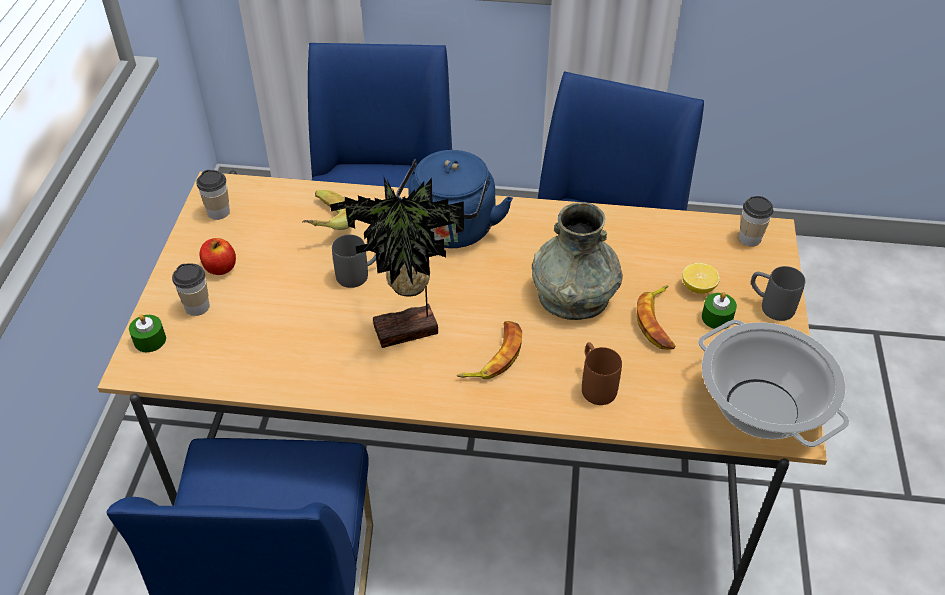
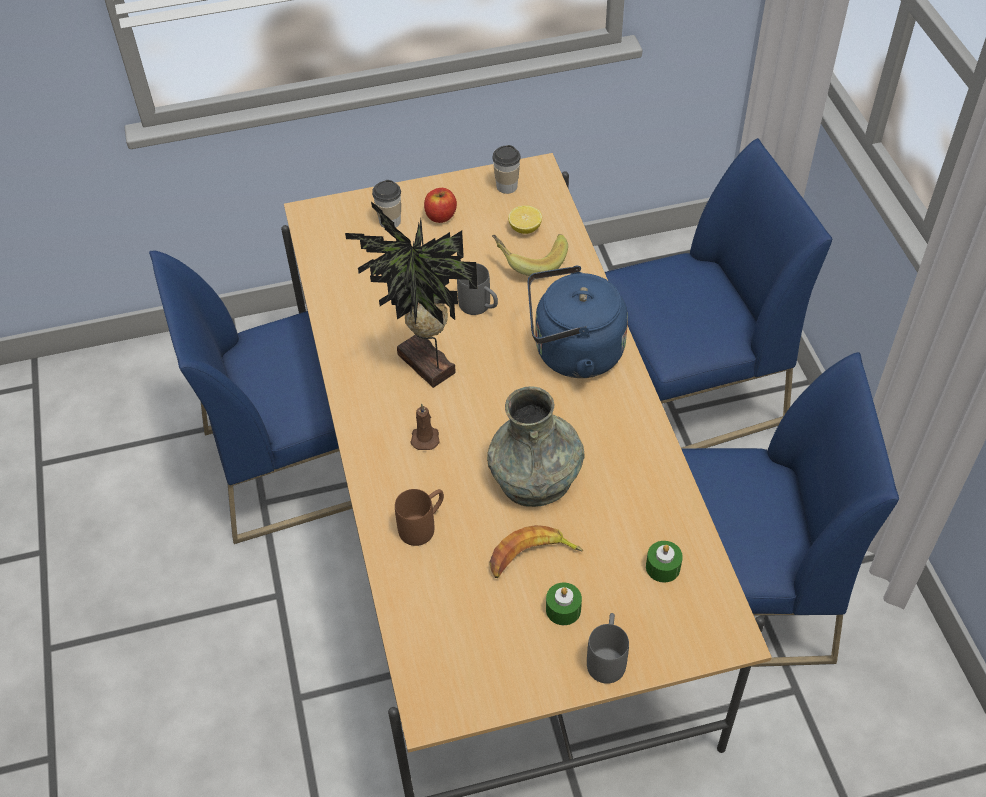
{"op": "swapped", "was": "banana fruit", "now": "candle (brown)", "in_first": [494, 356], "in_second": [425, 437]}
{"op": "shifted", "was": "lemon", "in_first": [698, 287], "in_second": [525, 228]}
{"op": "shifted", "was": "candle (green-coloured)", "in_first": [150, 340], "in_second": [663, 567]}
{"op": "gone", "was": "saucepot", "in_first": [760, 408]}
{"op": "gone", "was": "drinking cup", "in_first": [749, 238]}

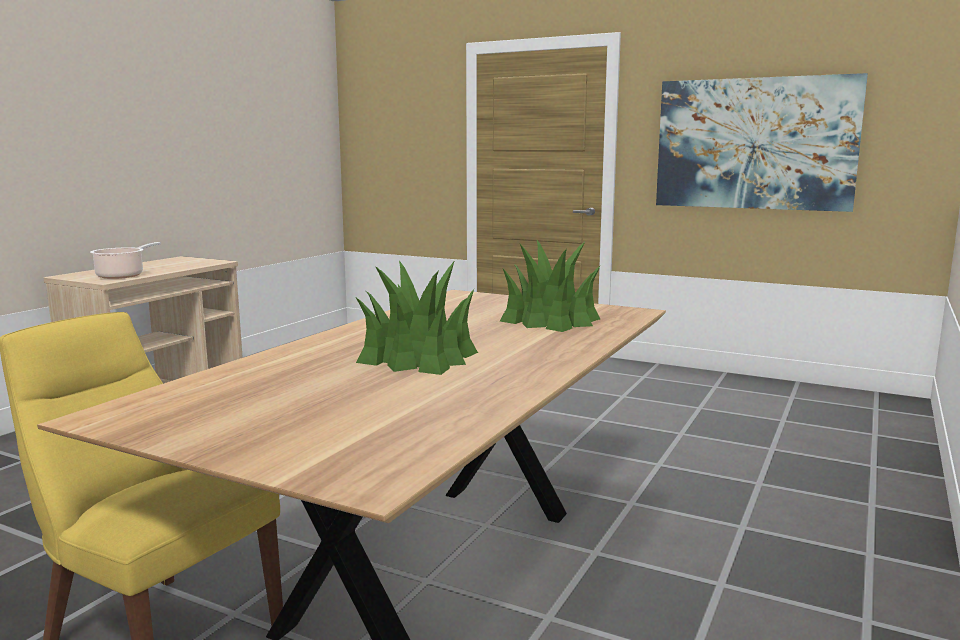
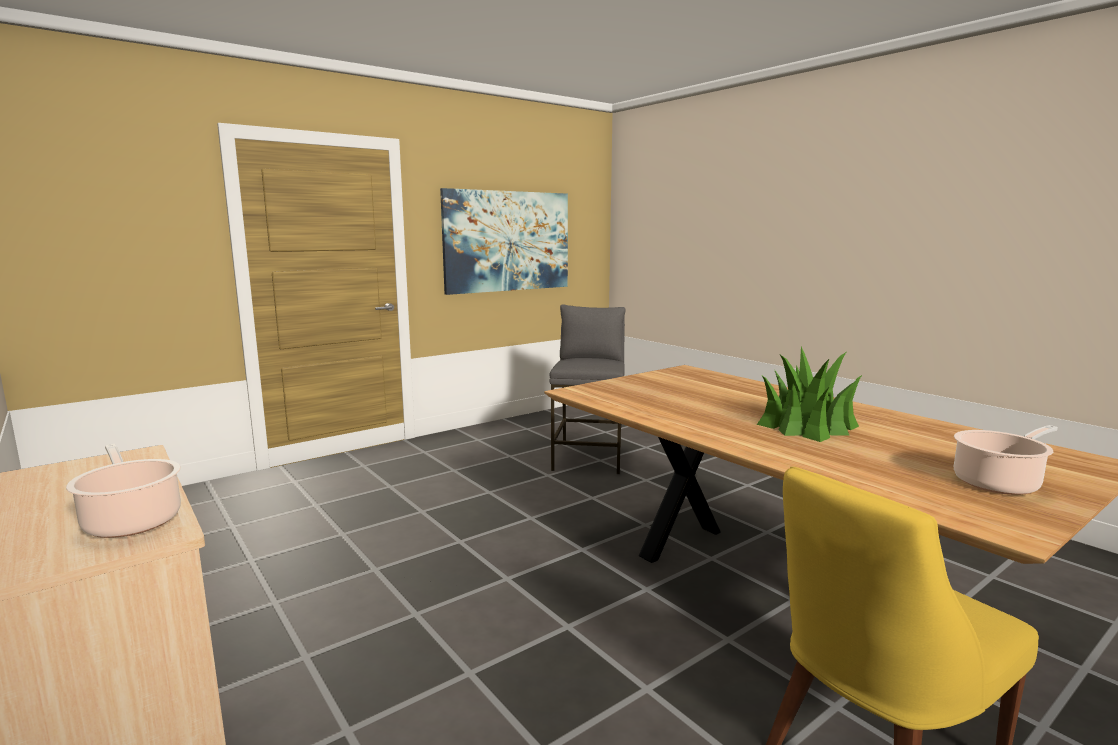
{"op": "new", "now": "sitting stool (grey)", "in_second": [589, 457]}
{"op": "new", "now": "saucepot", "in_second": [998, 482]}
{"op": "gone", "was": "potted plant", "in_first": [550, 320]}

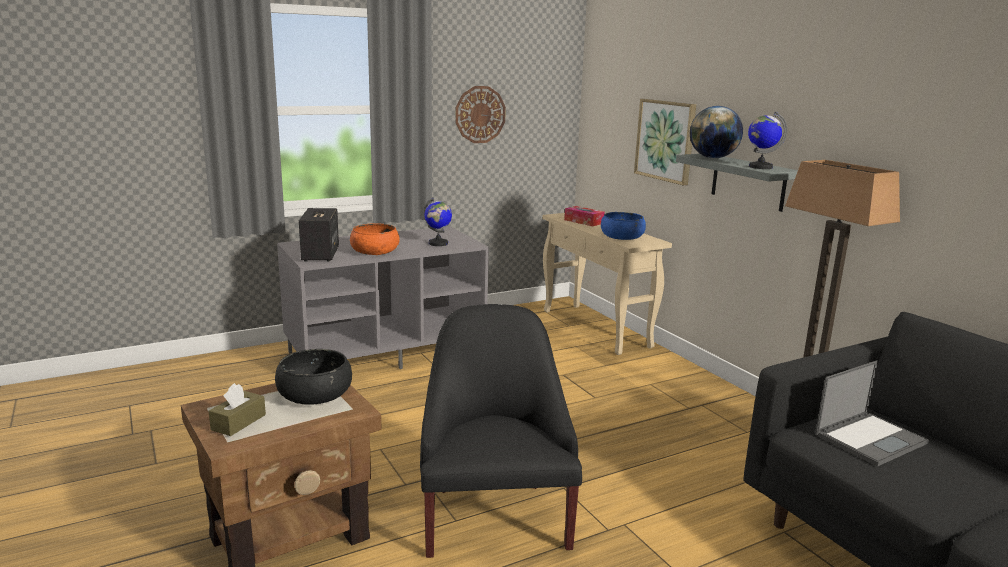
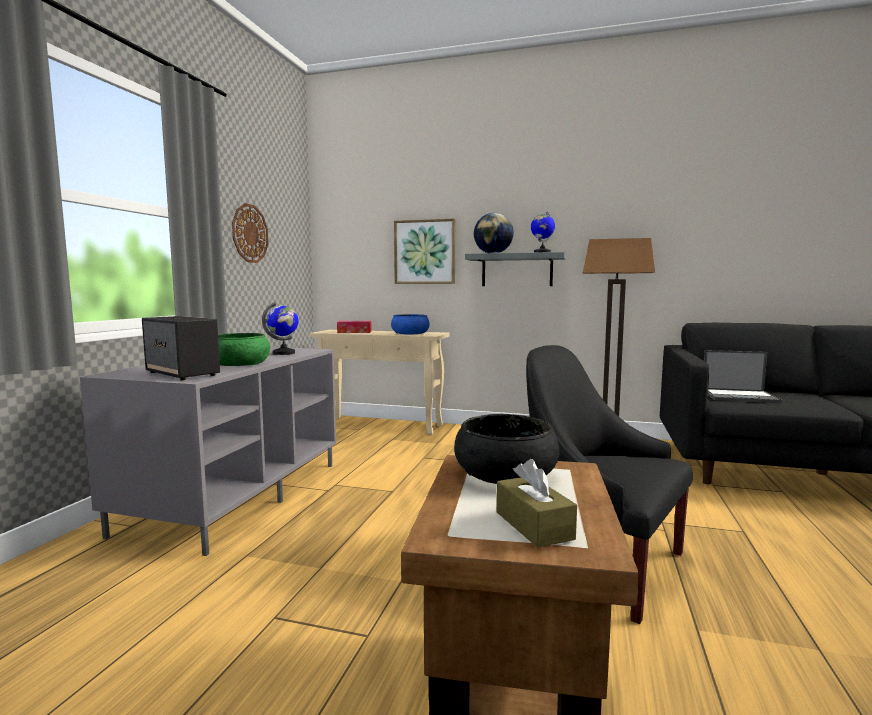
{"op": "repainted", "was": "bowl (orange)", "now": "bowl (green-coloured)", "in_first": [375, 251], "in_second": [239, 364]}
{"op": "rotated", "was": "portable computer", "in_first": [871, 438], "in_second": [740, 396], "clockwise": 90}

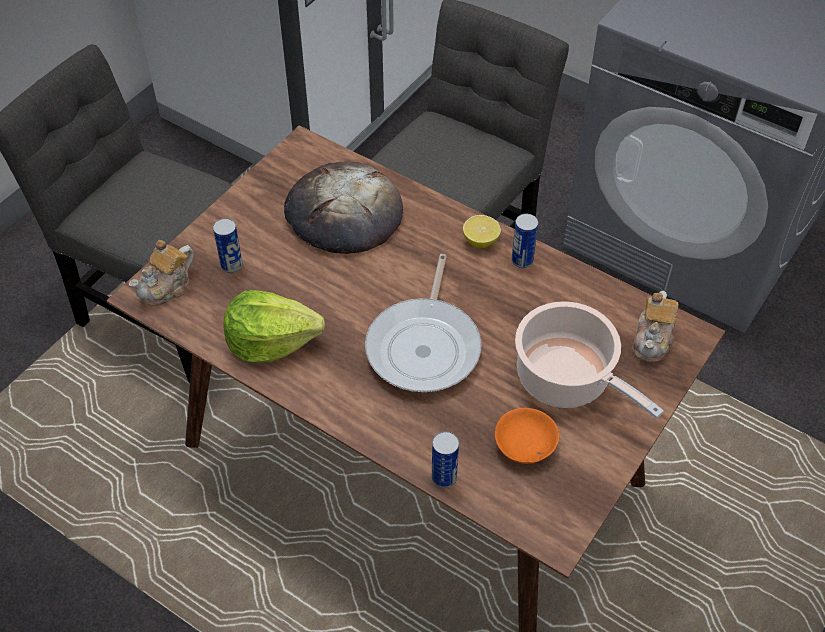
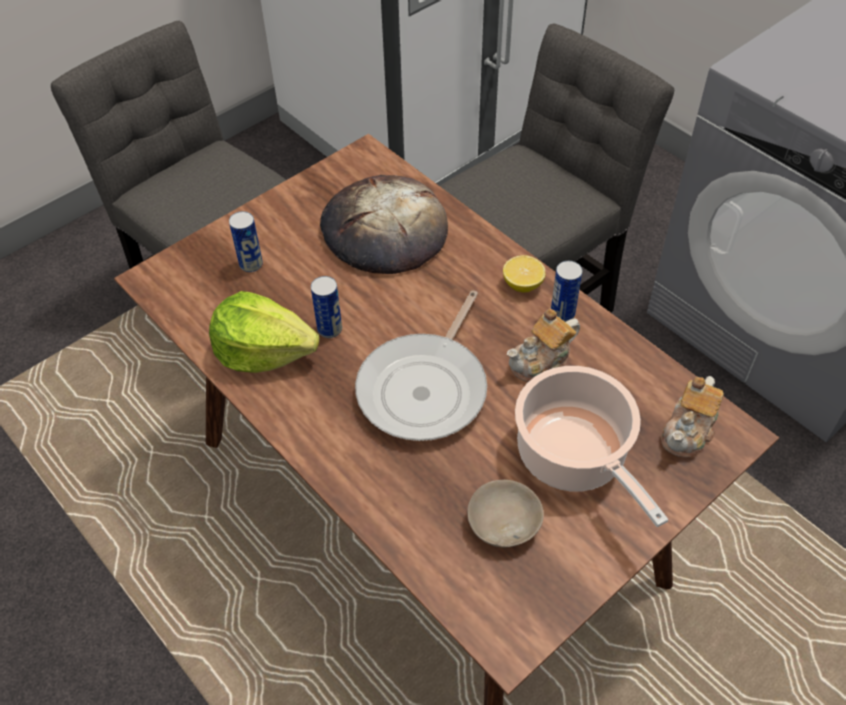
{"op": "shifted", "was": "sealed can", "in_first": [444, 477], "in_second": [329, 329]}
{"op": "repainted", "was": "bowl (orange)", "now": "bowl (beige-coloured)", "in_first": [525, 443], "in_second": [504, 521]}
{"op": "shifted", "was": "pot for tea", "in_first": [167, 287], "in_second": [541, 362]}

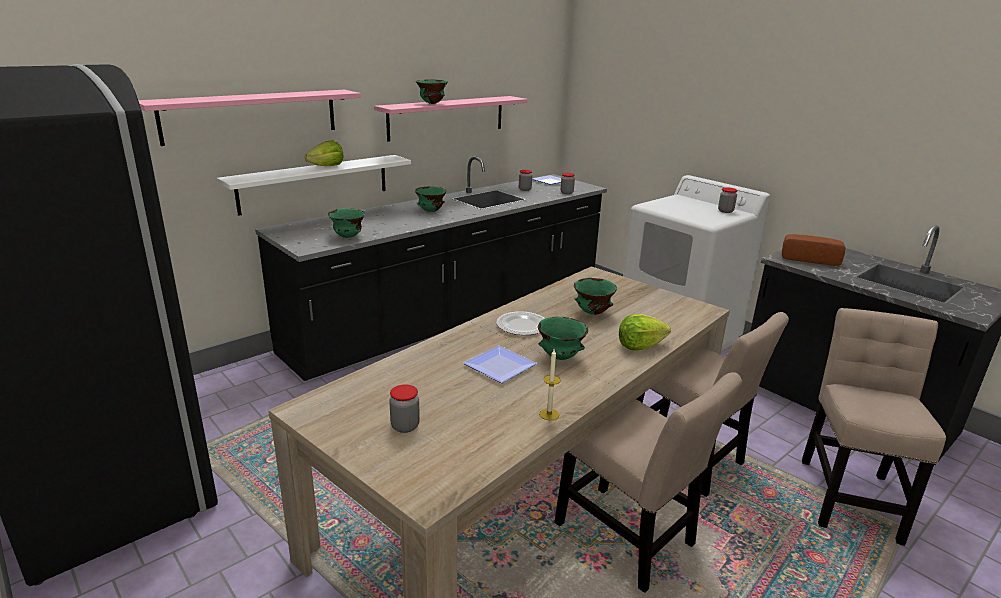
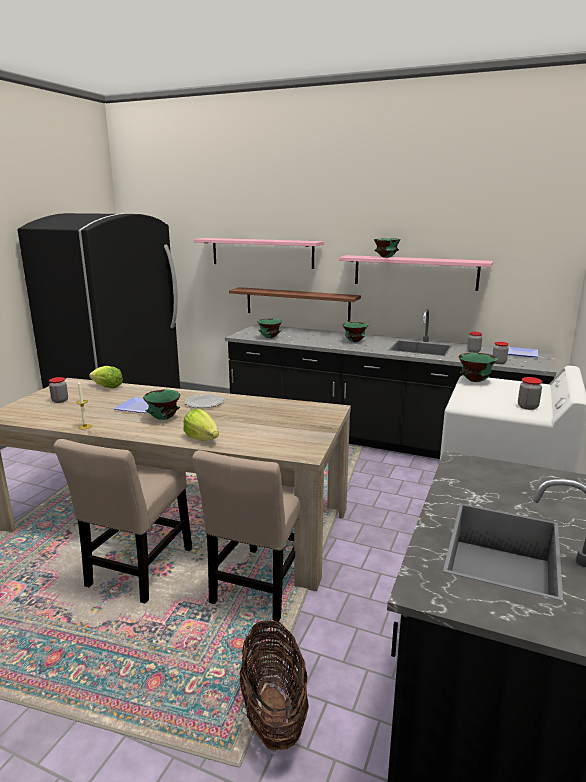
{"op": "shifted", "was": "lettuce head", "in_first": [327, 166], "in_second": [107, 387]}
{"op": "repainted", "was": "shelf (white-coloured)", "now": "shelf (brown)", "in_first": [315, 183], "in_second": [297, 304]}
{"op": "swapped", "was": "plain chair (beige-coloured)", "now": "storage basket", "in_first": [849, 495], "in_second": [273, 711]}
{"op": "shifted", "was": "bowl (green-coloured)", "in_first": [592, 313], "in_second": [474, 381]}
{"op": "gone", "was": "baked bread", "in_first": [809, 259]}

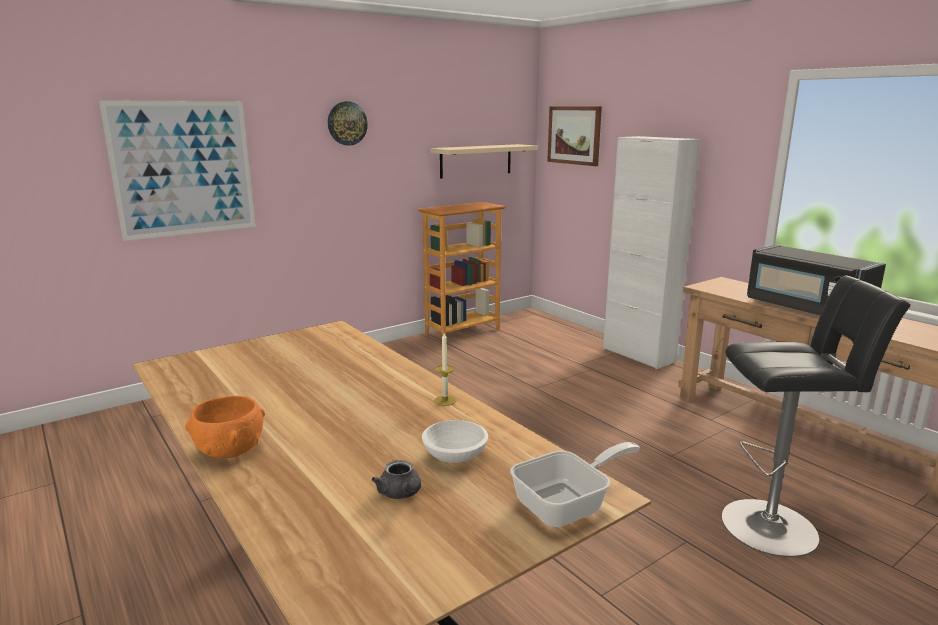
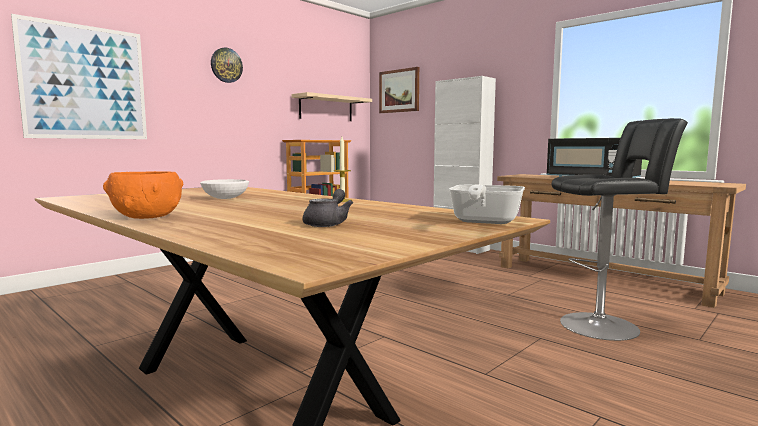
{"op": "shifted", "was": "bowl (white-coloured)", "in_first": [455, 456], "in_second": [226, 198]}
{"op": "rotated", "was": "pot for tea (grey)", "in_first": [401, 494], "in_second": [328, 224], "clockwise": -120}
{"op": "rotated", "was": "pan", "in_first": [569, 505], "in_second": [483, 222], "clockwise": 150}

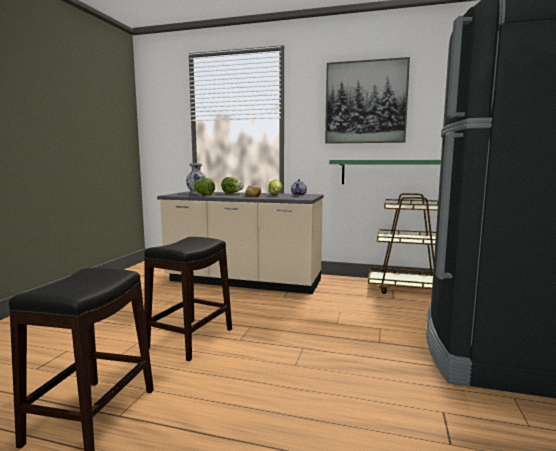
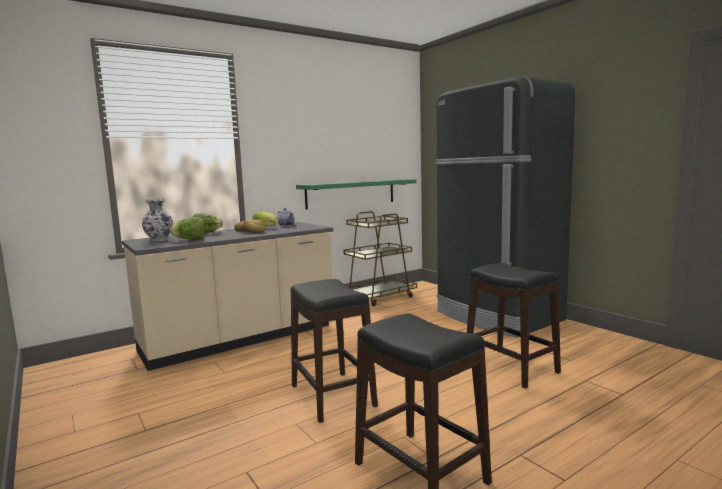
{"op": "new", "now": "sitting stool (black)", "in_second": [511, 367]}
{"op": "gone", "was": "picture", "in_first": [365, 102]}

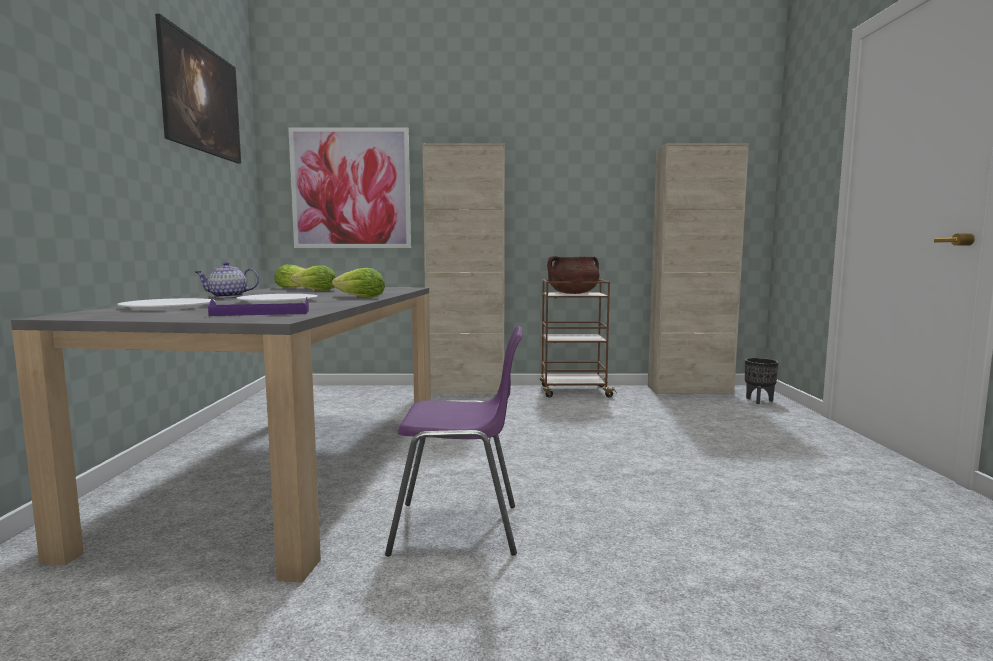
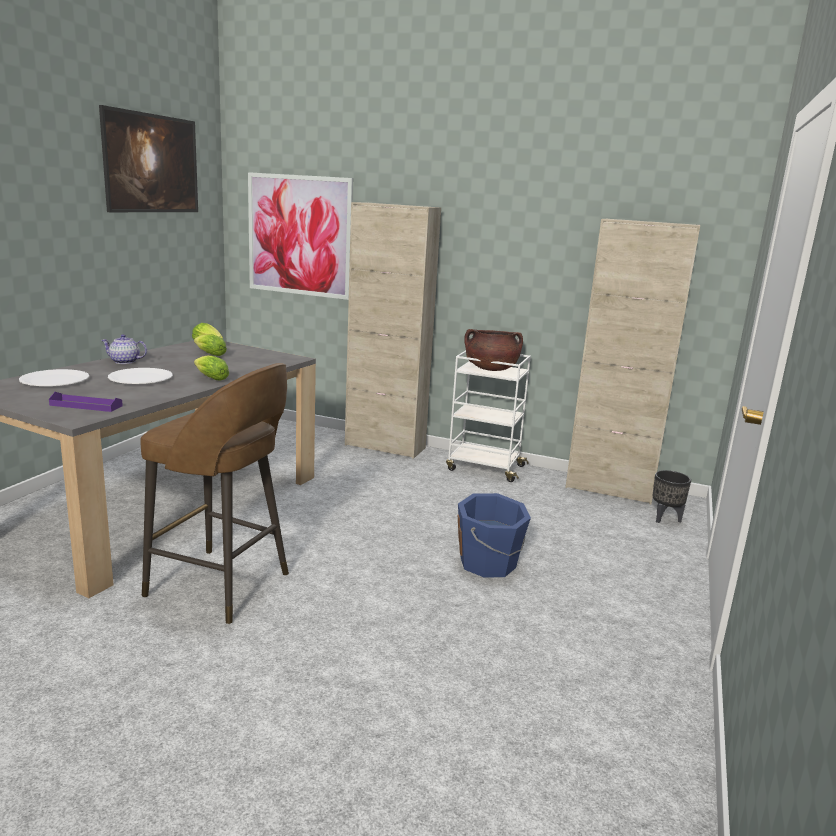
{"op": "swapped", "was": "plain chair (purple)", "now": "sitting stool (brown)", "in_first": [460, 529], "in_second": [222, 586]}
{"op": "repainted", "was": "cart (brown)", "now": "cart (white-coloured)", "in_first": [573, 392], "in_second": [484, 468]}
{"op": "new", "now": "water bucket (blue)", "in_second": [489, 563]}

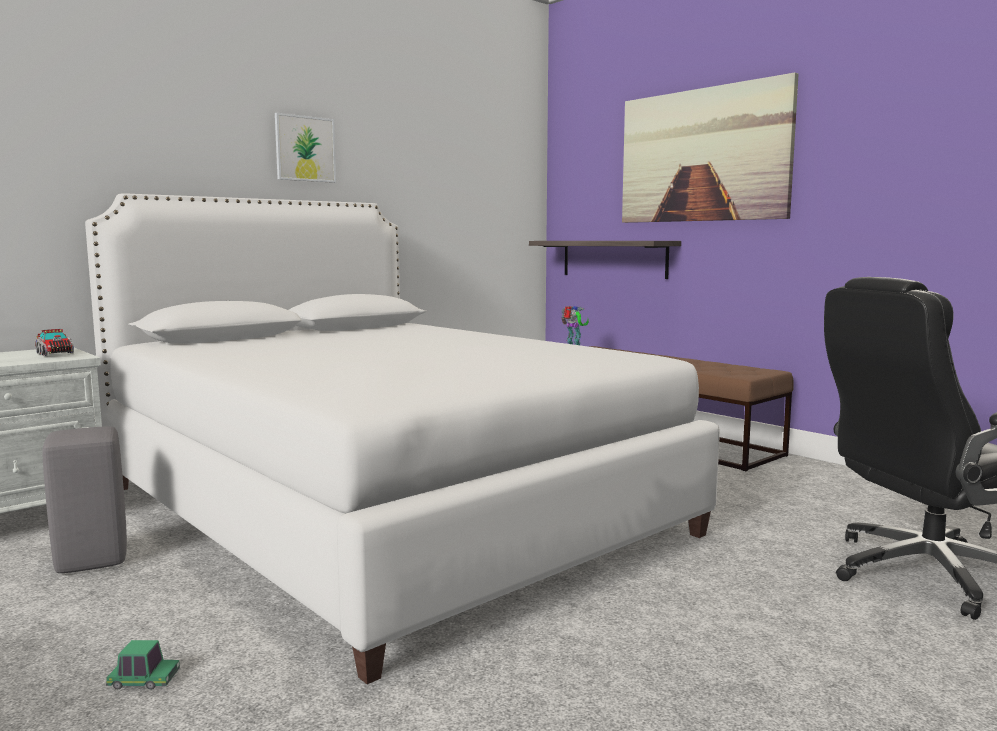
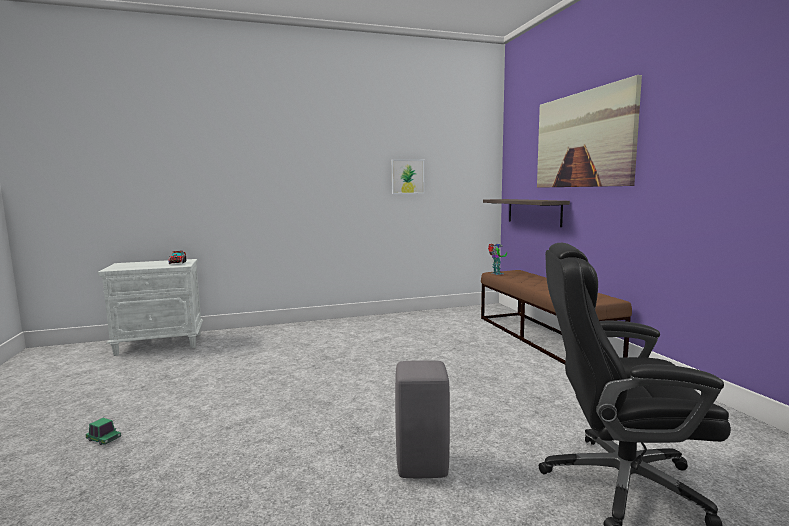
{"op": "shifted", "was": "picture", "in_first": [305, 149], "in_second": [407, 176]}
{"op": "shifted", "was": "sitting stool (grey)", "in_first": [93, 561], "in_second": [423, 466]}
{"op": "gone", "was": "bed (white-coloured)", "in_first": [384, 510]}

